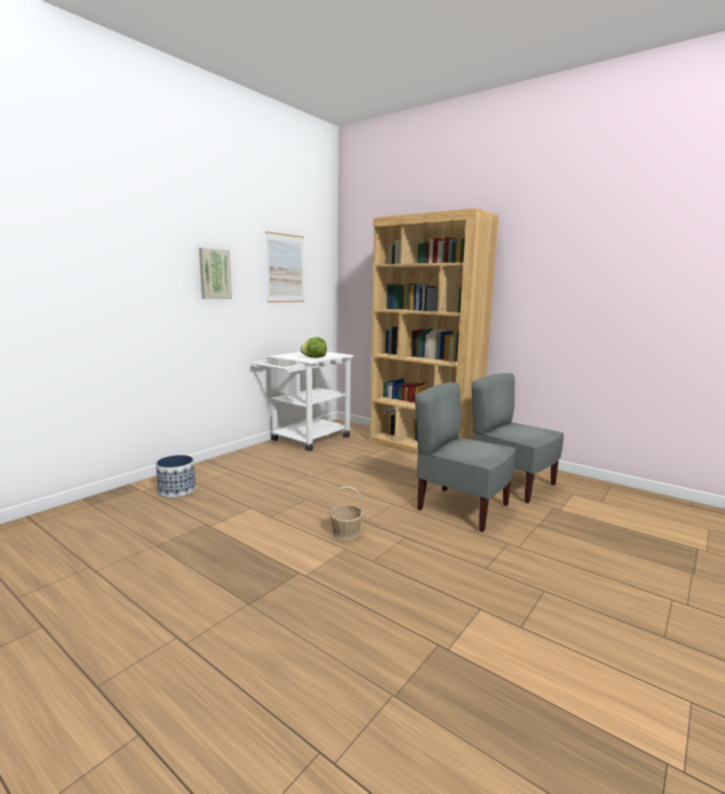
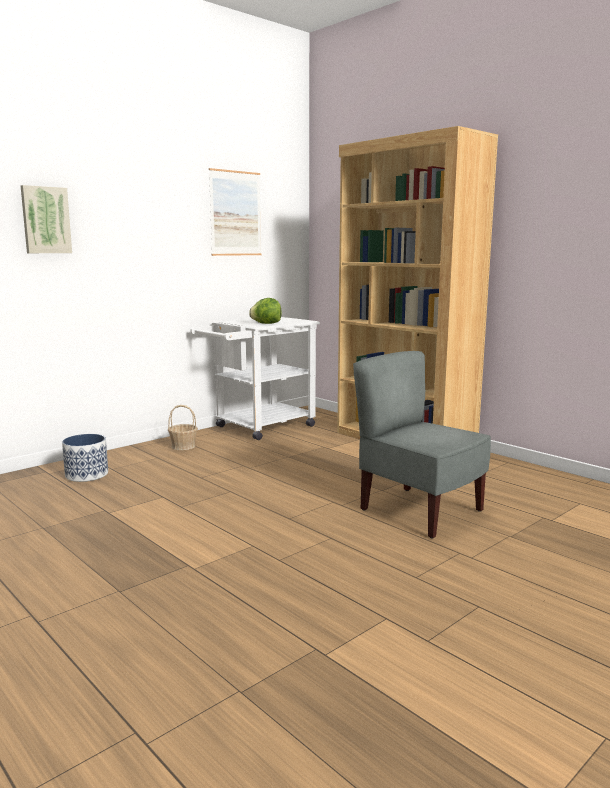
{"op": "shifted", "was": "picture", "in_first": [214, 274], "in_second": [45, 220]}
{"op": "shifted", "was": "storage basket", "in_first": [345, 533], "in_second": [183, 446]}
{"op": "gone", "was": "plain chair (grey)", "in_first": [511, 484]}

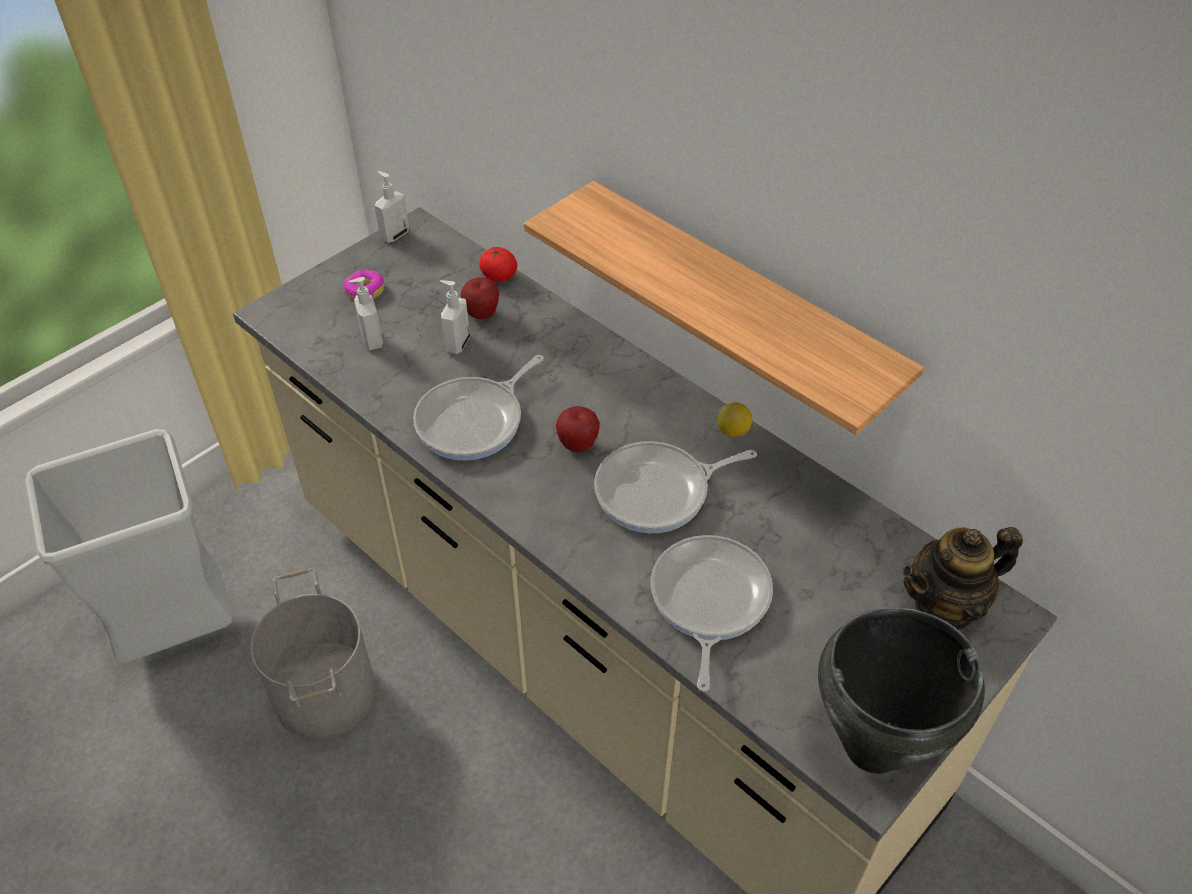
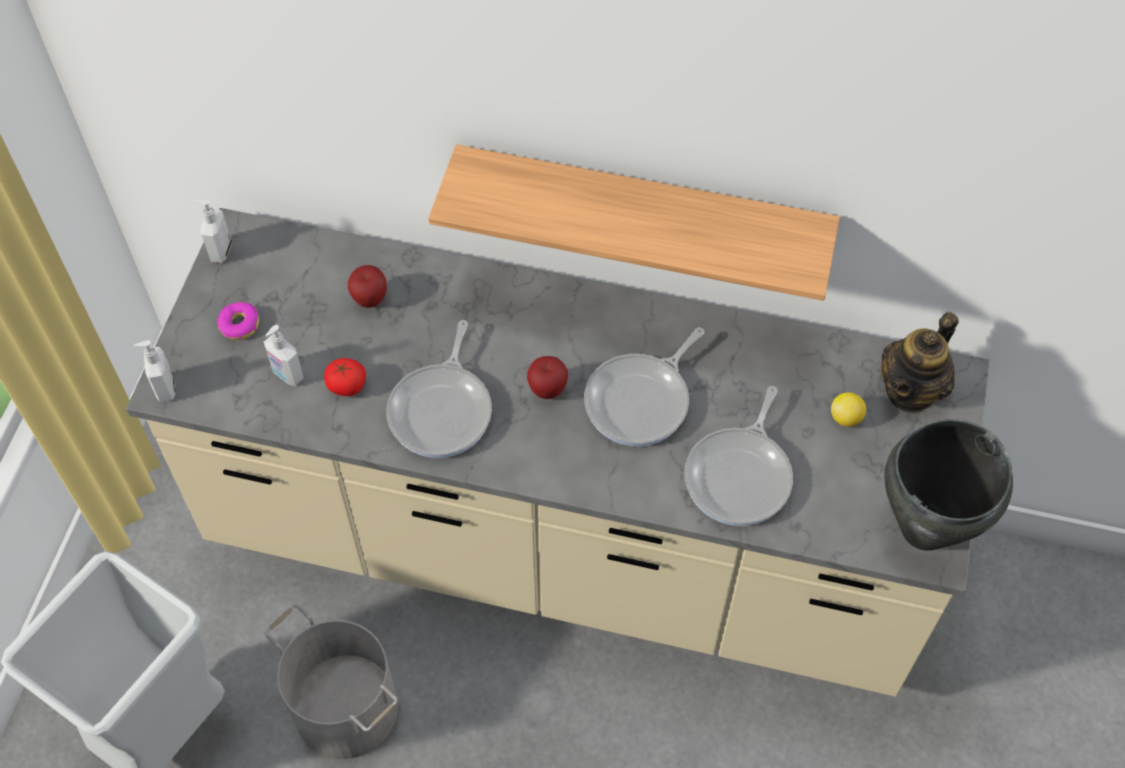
{"op": "shifted", "was": "soap bottle", "in_first": [457, 344], "in_second": [164, 388]}
{"op": "shifted", "was": "whole tomato", "in_first": [498, 276], "in_second": [347, 386]}
{"op": "rotated", "was": "pan", "in_first": [708, 600], "in_second": [740, 475], "clockwise": -135}
{"op": "shifted", "was": "lemon", "in_first": [733, 431], "in_second": [846, 418]}

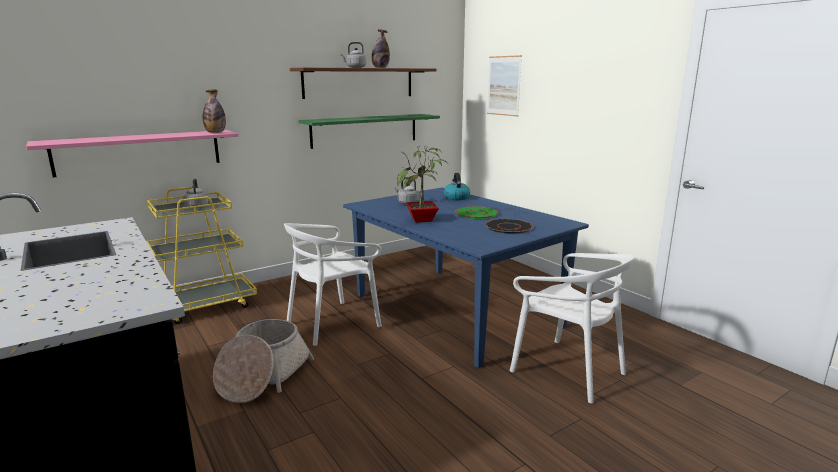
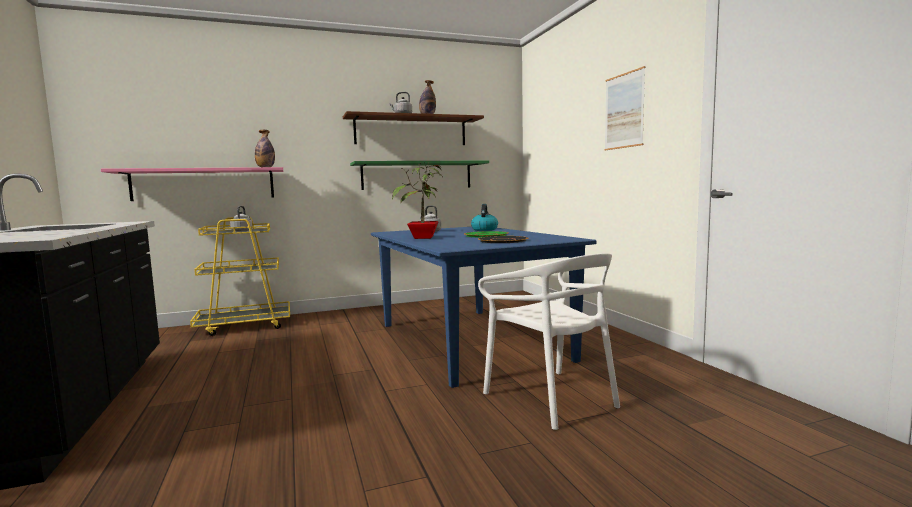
{"op": "shifted", "was": "picture", "in_first": [503, 86], "in_second": [624, 111]}
{"op": "gone", "was": "storage basket", "in_first": [263, 376]}
{"op": "gone", "was": "plain chair (white-coloured)", "in_first": [333, 323]}

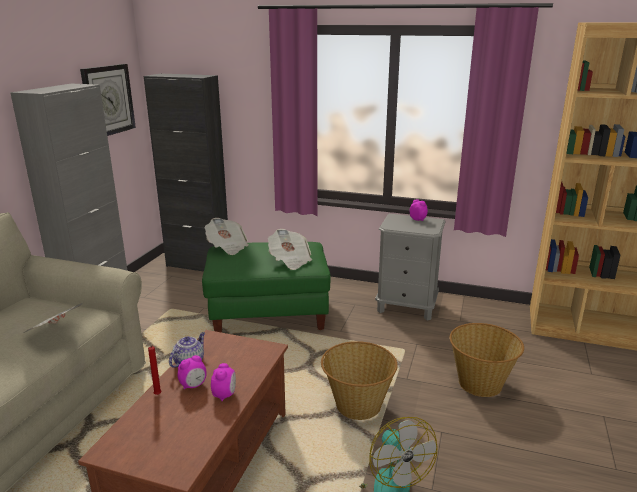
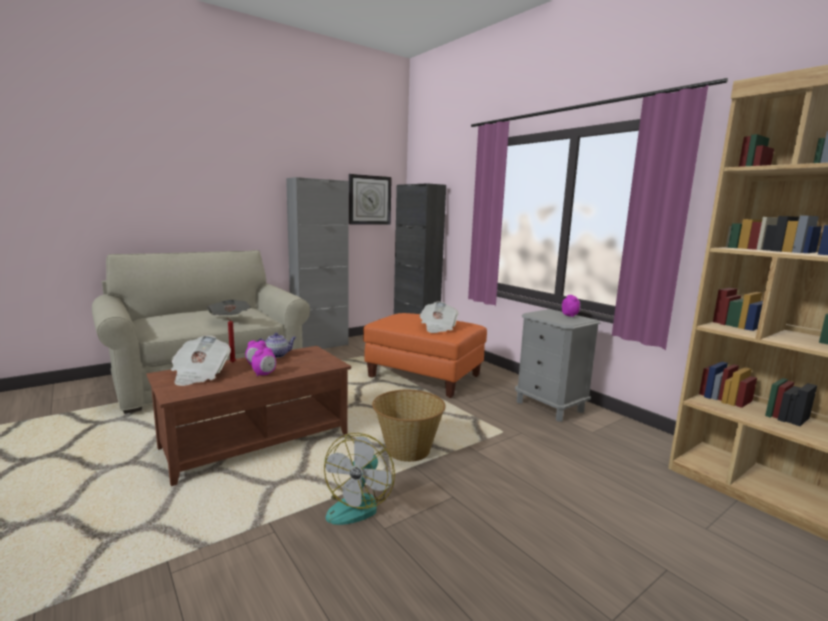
{"op": "shifted", "was": "daily paper", "in_first": [227, 247], "in_second": [199, 375]}
{"op": "repainted", "was": "footrest (green-coloured)", "now": "footrest (orange)", "in_first": [269, 313], "in_second": [424, 377]}
{"op": "gone", "was": "storage basket", "in_first": [480, 383]}

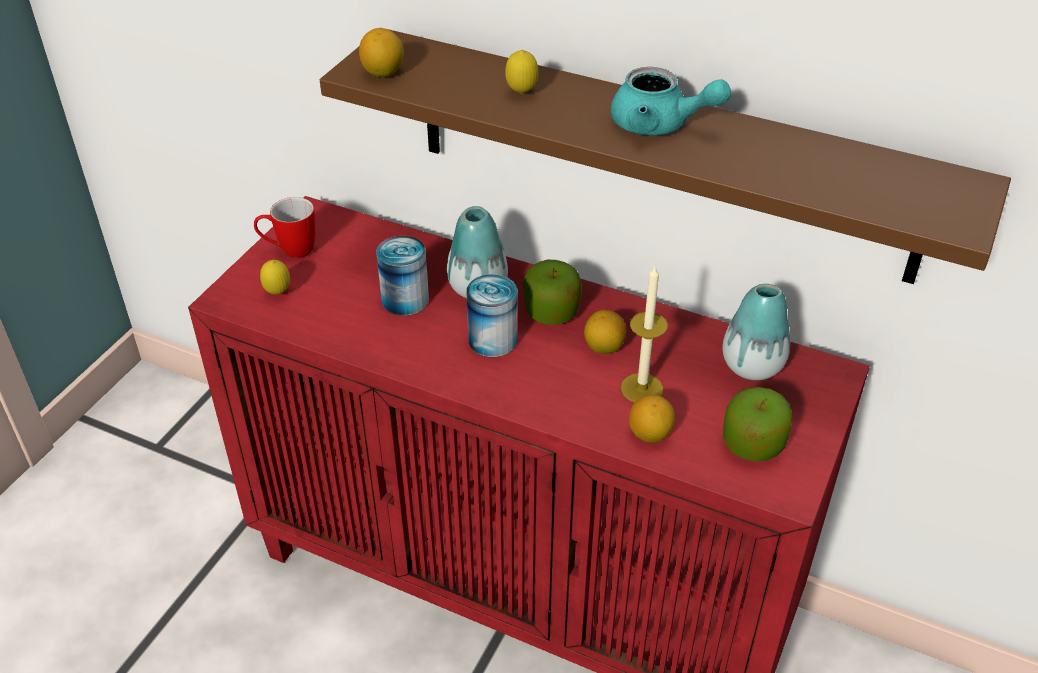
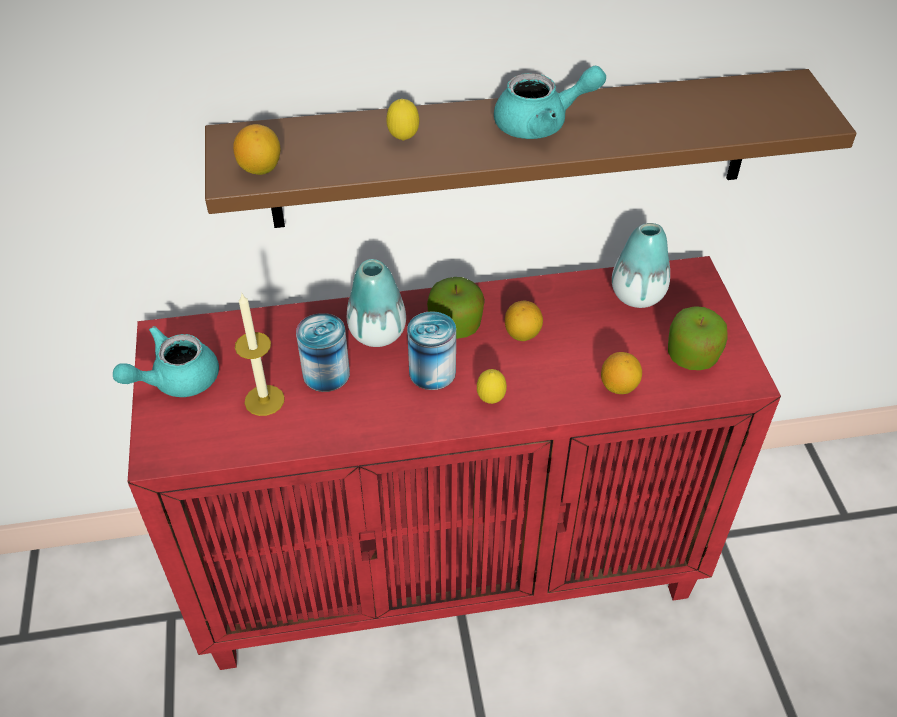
{"op": "swapped", "was": "mug", "now": "pot for tea (blue-green)", "in_first": [289, 251], "in_second": [175, 380]}
{"op": "shifted", "was": "candle", "in_first": [642, 388], "in_second": [264, 400]}
{"op": "shifted", "was": "lemon", "in_first": [278, 293], "in_second": [490, 400]}

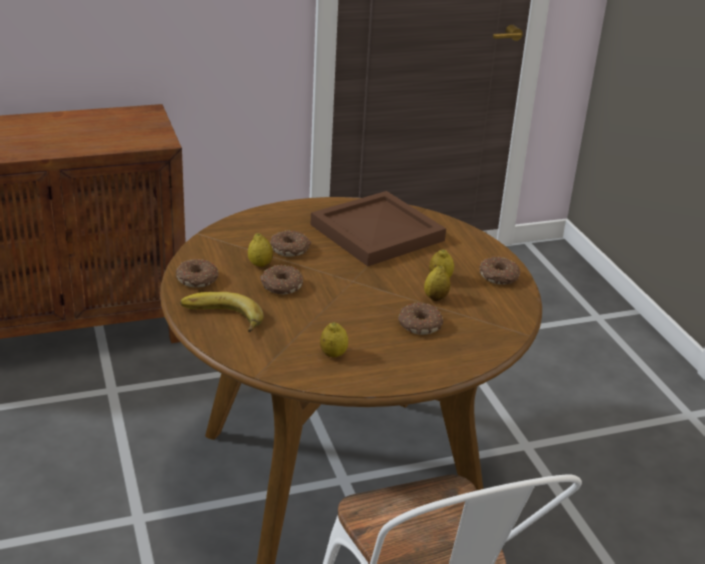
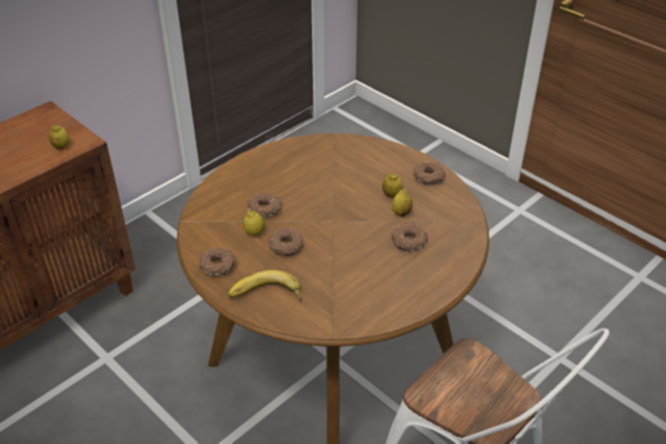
{"op": "shifted", "was": "lemon", "in_first": [333, 354], "in_second": [61, 146]}
{"op": "gone", "was": "carrying tray (brown)", "in_first": [375, 232]}

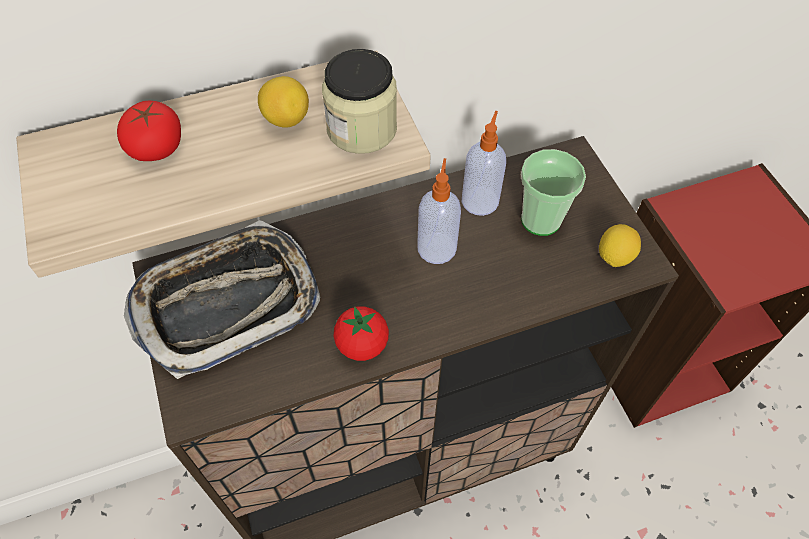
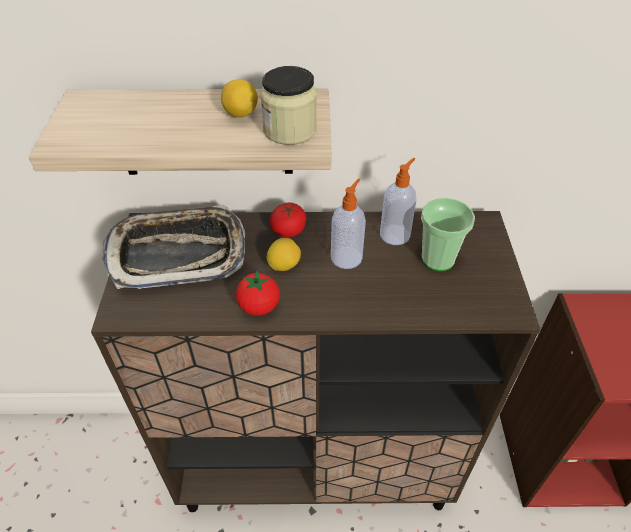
{"op": "shifted", "was": "lemon", "in_first": [614, 256], "in_second": [284, 265]}
{"op": "shifted", "was": "whole tomato", "in_first": [156, 147], "in_second": [288, 229]}

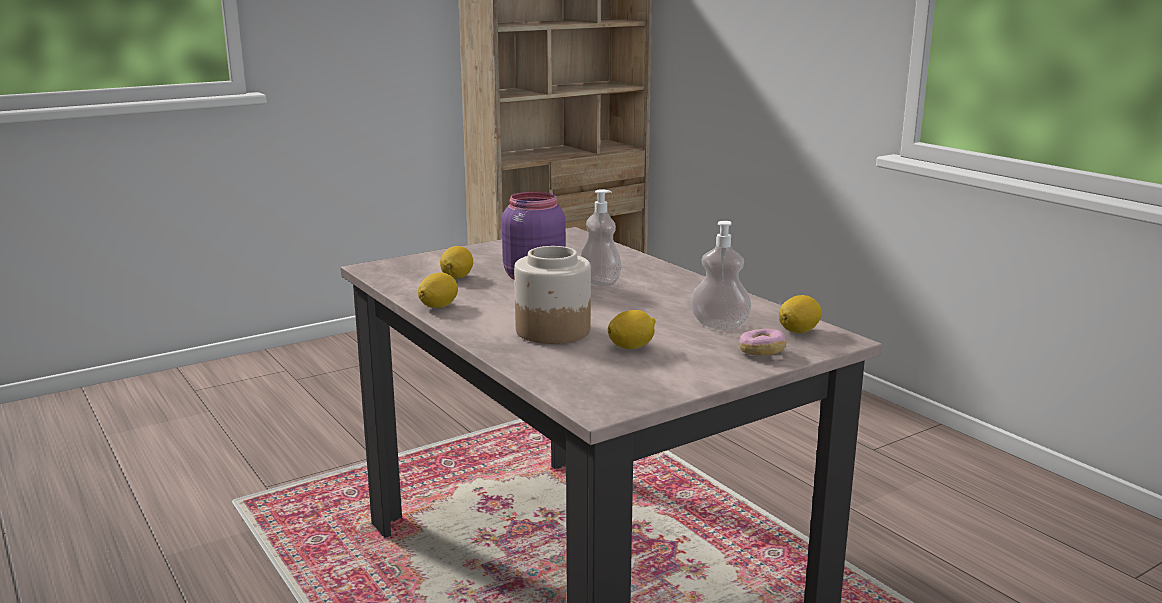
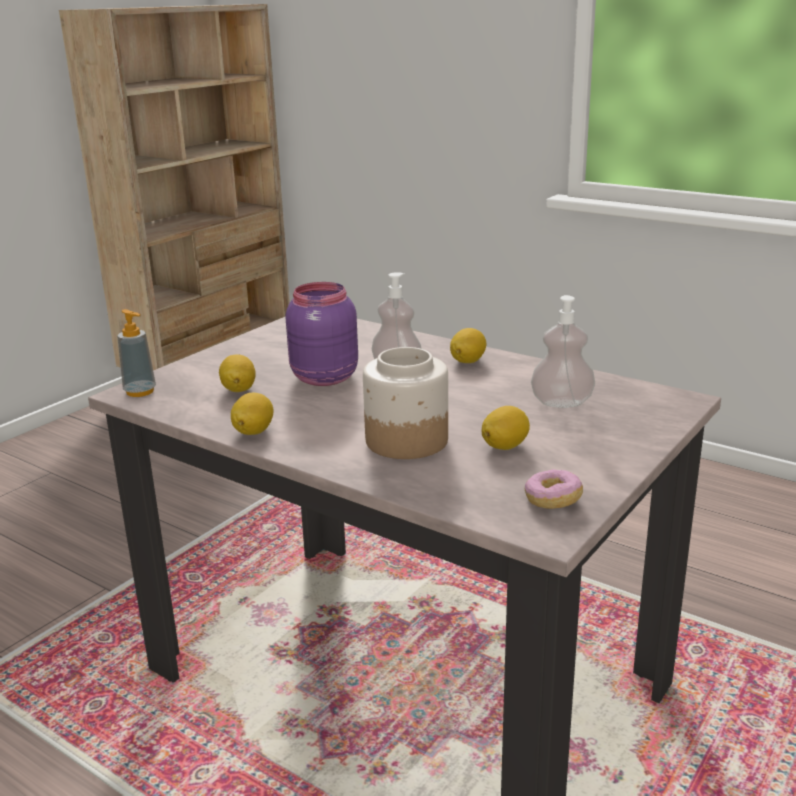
{"op": "new", "now": "soap bottle", "in_second": [140, 391]}
{"op": "shifted", "was": "lemon", "in_first": [798, 331], "in_second": [467, 361]}
{"op": "shifted", "was": "doughnut", "in_first": [762, 352], "in_second": [552, 500]}

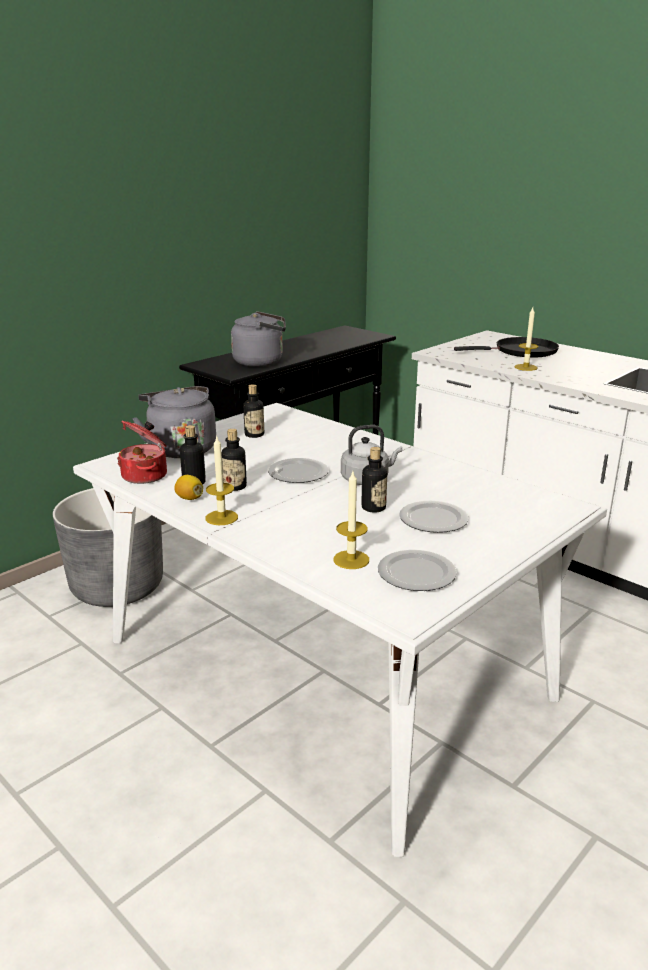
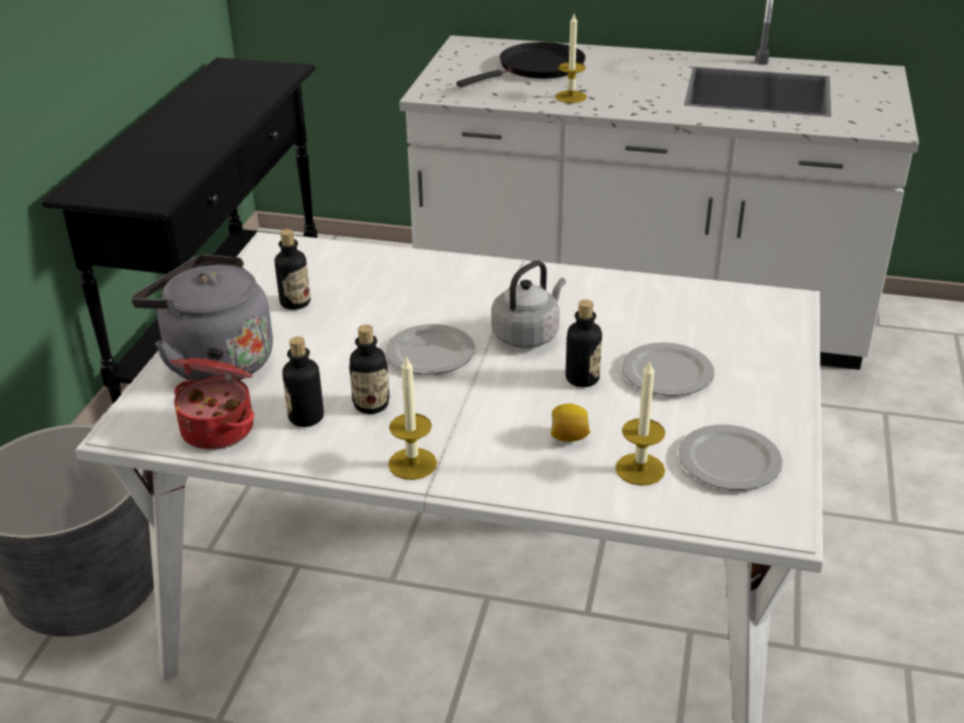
{"op": "shifted", "was": "lemon", "in_first": [189, 498], "in_second": [568, 437]}
{"op": "gone", "was": "water kettle (grey)", "in_first": [261, 362]}

